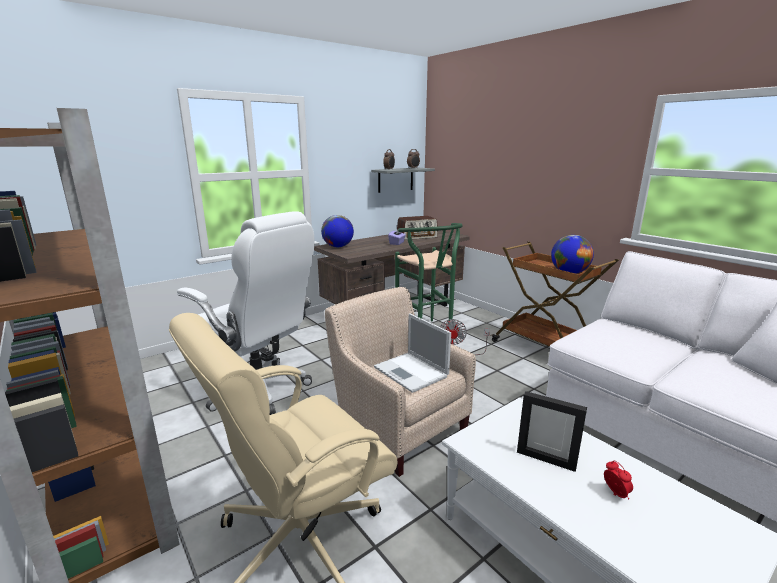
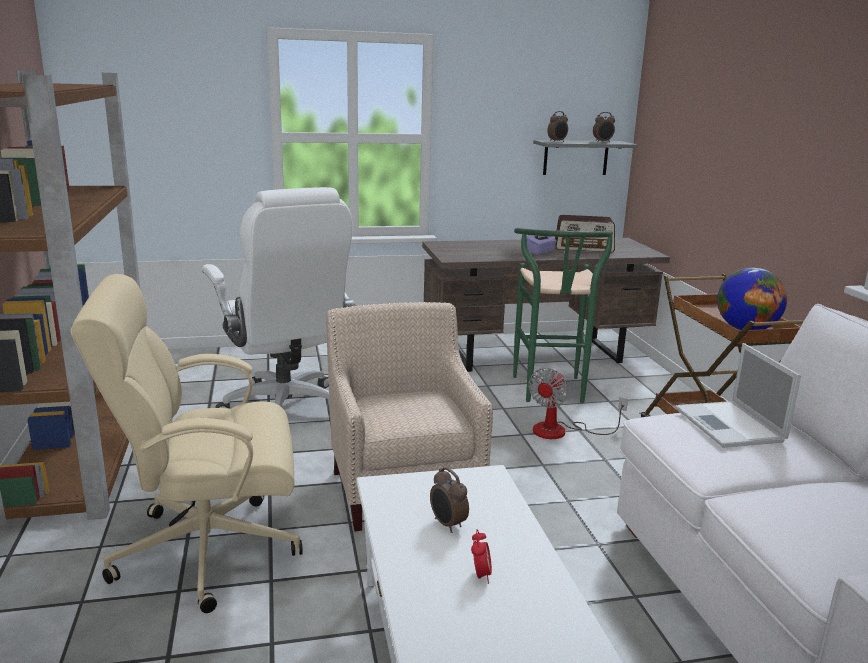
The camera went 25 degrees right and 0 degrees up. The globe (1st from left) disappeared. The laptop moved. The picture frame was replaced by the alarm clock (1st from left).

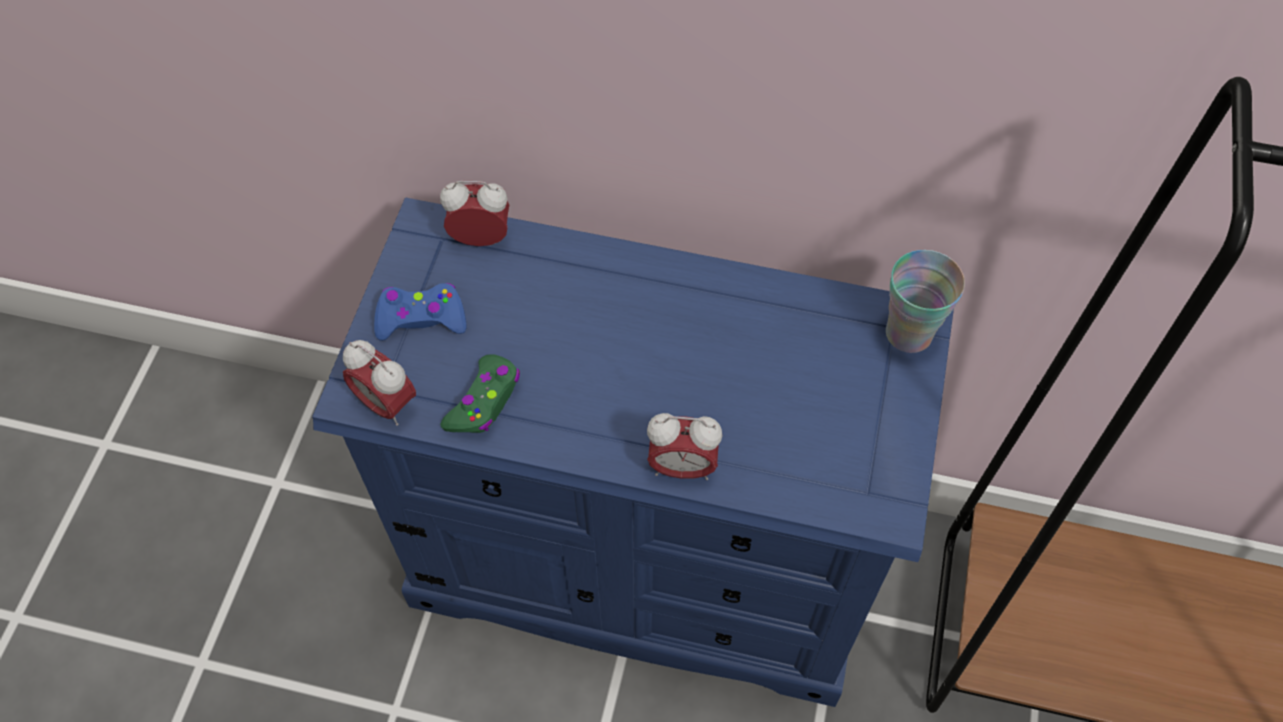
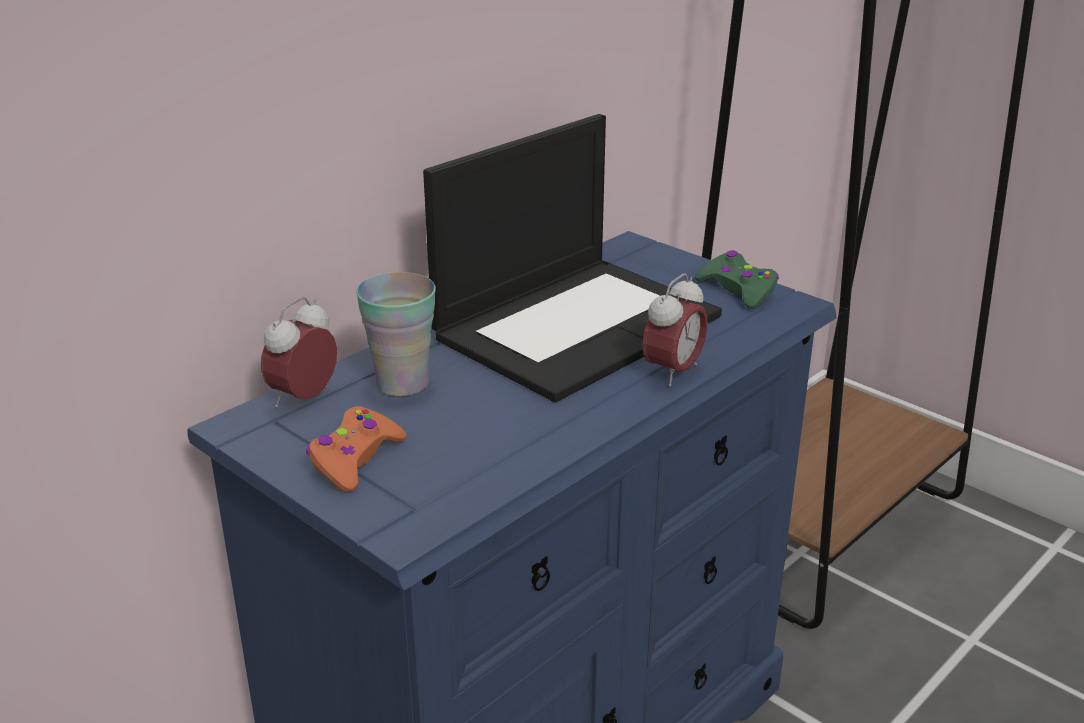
The camera went 60 degrees left and 30 degrees down. The alarm clock (1st from left) disappeared. The game controller/blue became the game controller/orange. The game controller/green moved. The cup moved. The laptop appeared.

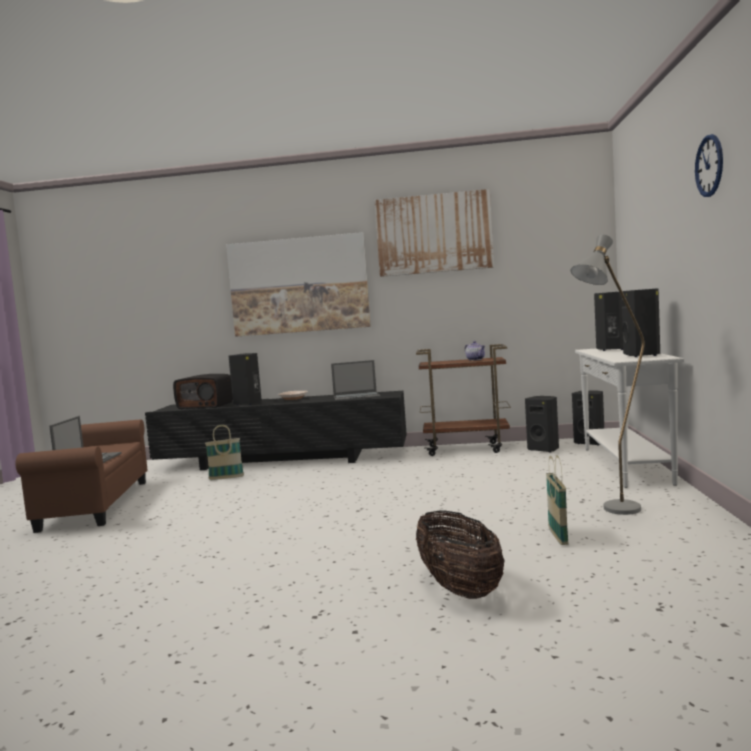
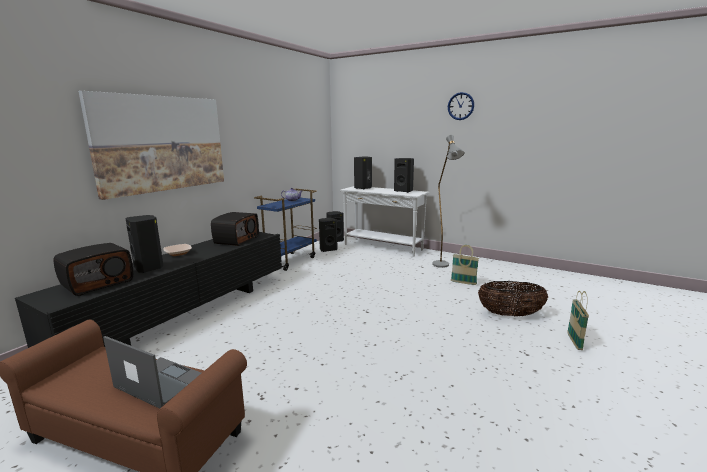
The camera went 65 degrees left and 10 degrees up. The basket (1st from left in the first image) moved. The laptop (2nd from left) was replaced by the radio (2nd from left). The picture (2nd from left) disappeared. The cart/brown became the cart/blue.

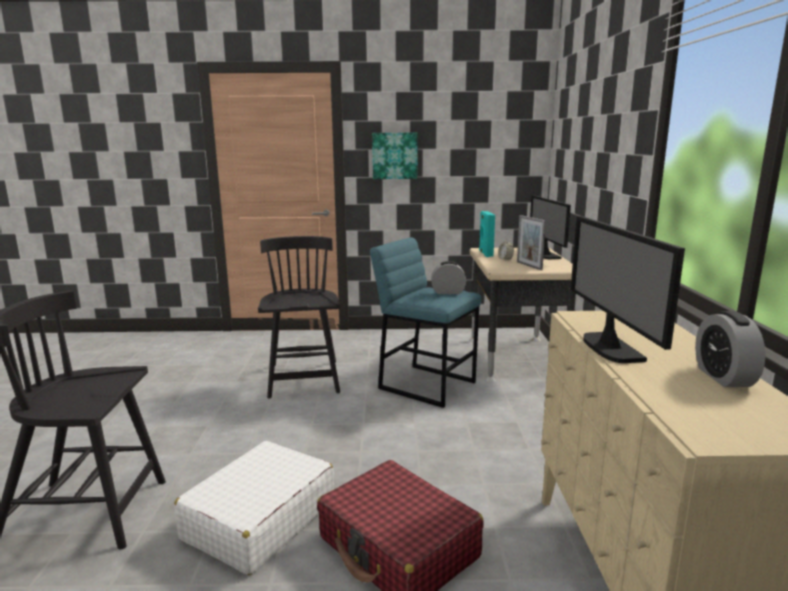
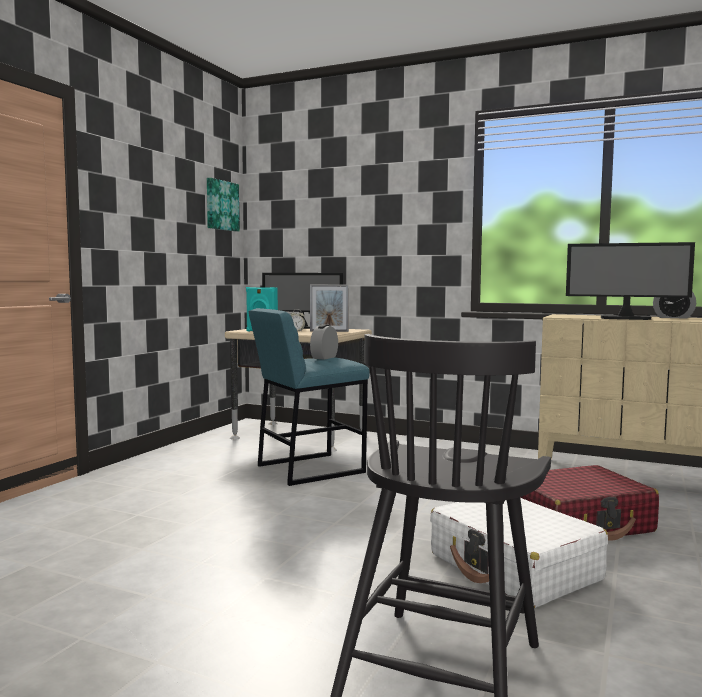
The camera went 65 degrees left and 10 degrees down. The chair/black (2nd from left) disappeared. The picture moved.

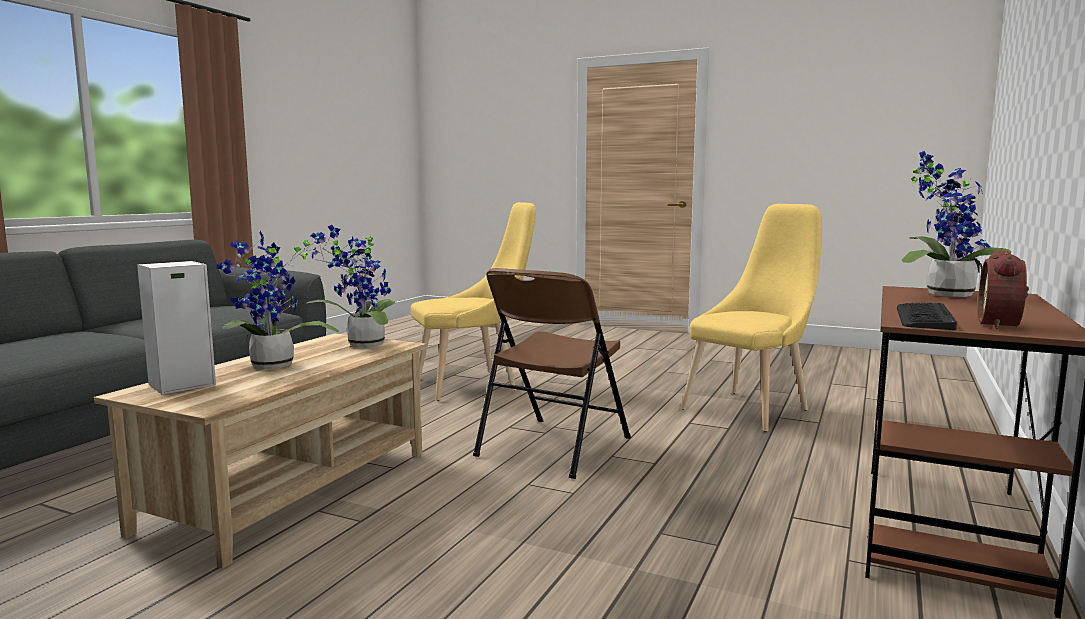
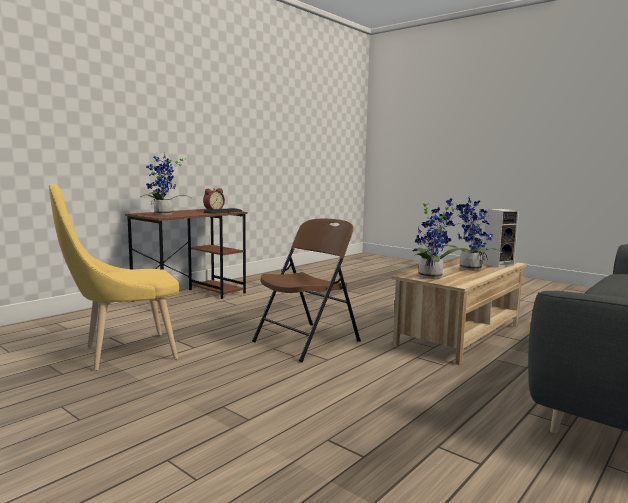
The camera went 165 degrees left and 0 degrees up. The chair/yellow (1st from left) disappeared.

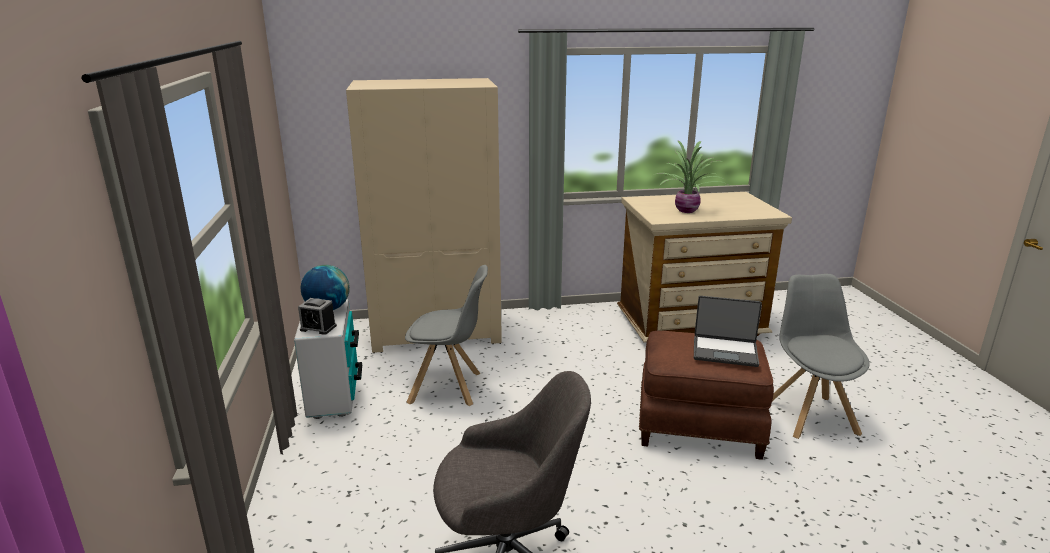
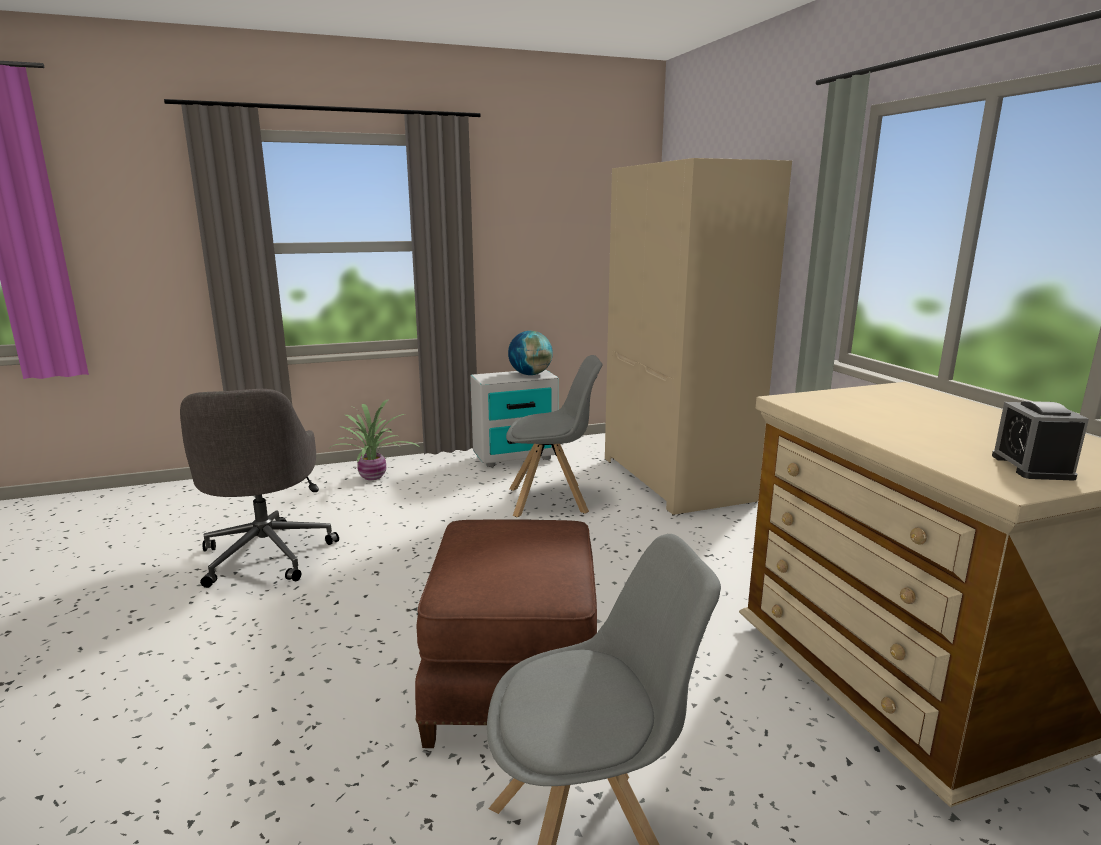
The camera went 80 degrees right and 5 degrees down. The alarm clock moved. The chair/grey (1st from left) turned 90 degrees counterclockwise. The potted plant moved. The laptop disappeared.

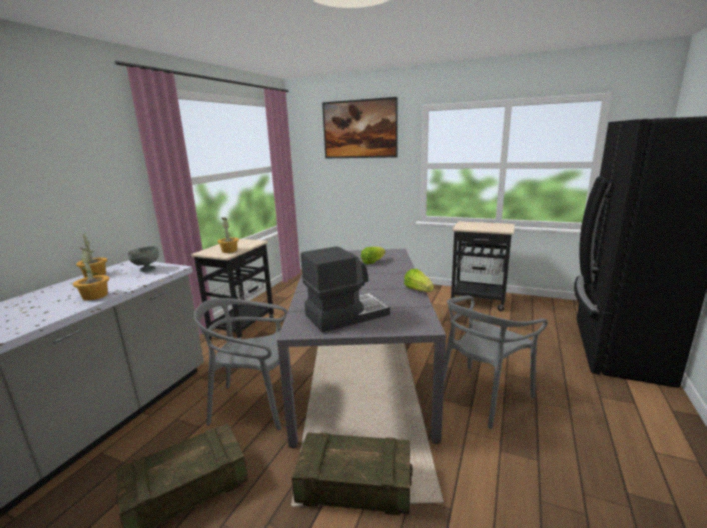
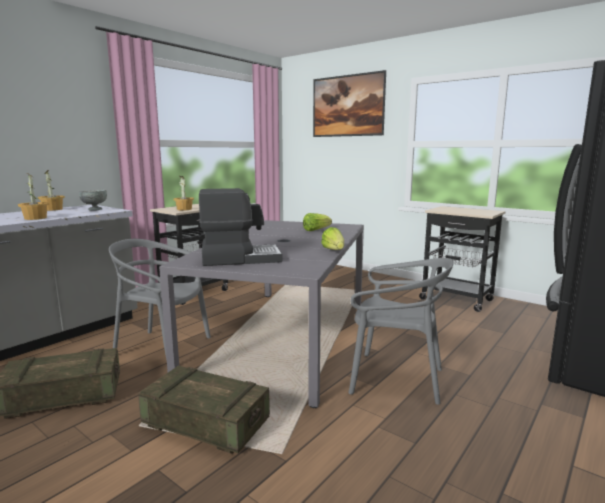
The camera went 15 degrees right and 5 degrees down. The chair/grey (2nd from left) turned 135 degrees counterclockwise.

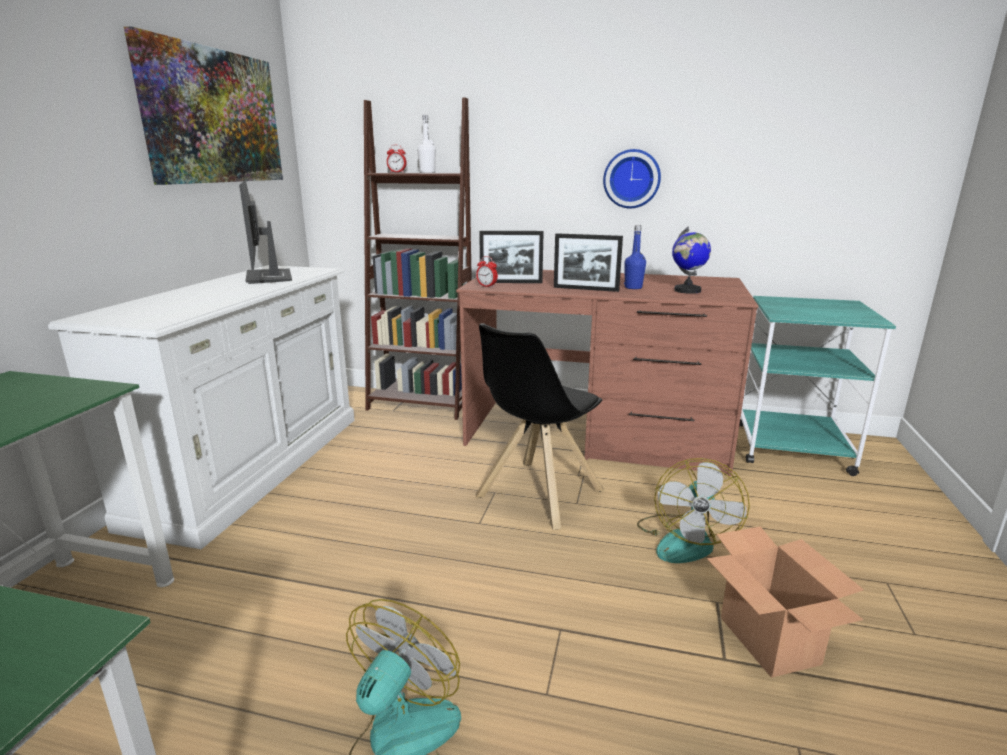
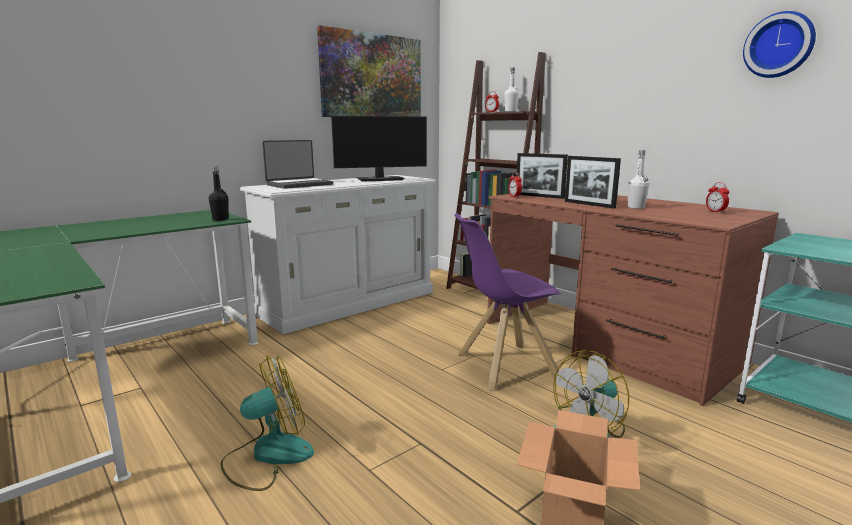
The camera went 35 degrees right and 5 degrees down. The monitor turned 120 degrees counterclockwise. The chair/black became the chair/purple. The wall clock moved. The bottle/blue became the bottle/white (2nd from left). The globe disappeared. The bottle/black appeared. The laptop appeared. The alarm clock (3rd from left) appeared.

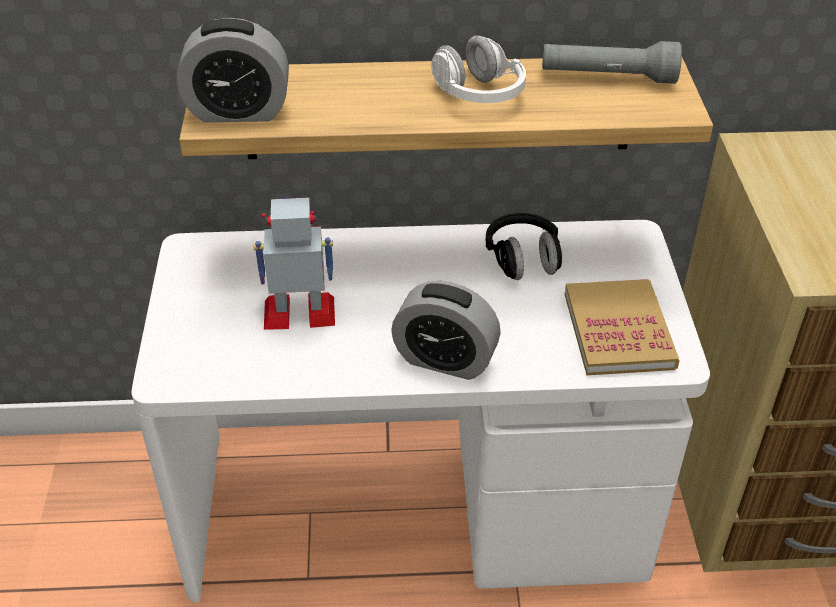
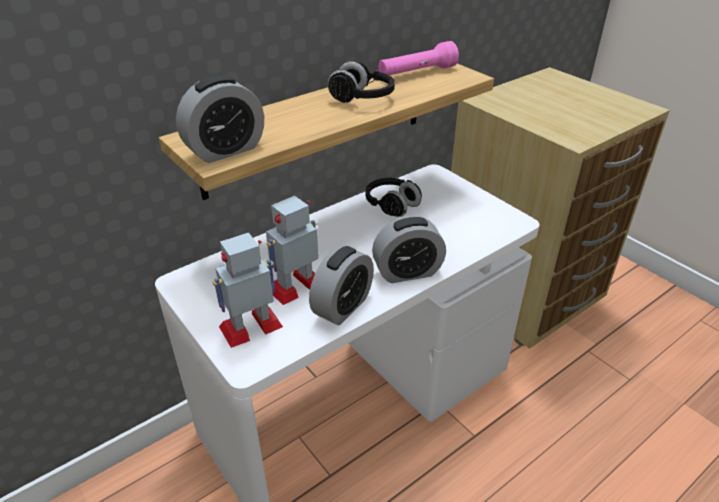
The camera went 35 degrees left and 5 degrees down. The headphones/white became the headphones/black (1st from left). The flashlight/grey became the flashlight/pink. The book disappeared. The toy robot (1st from left) appeared. The alarm clock (2nd from left) appeared.

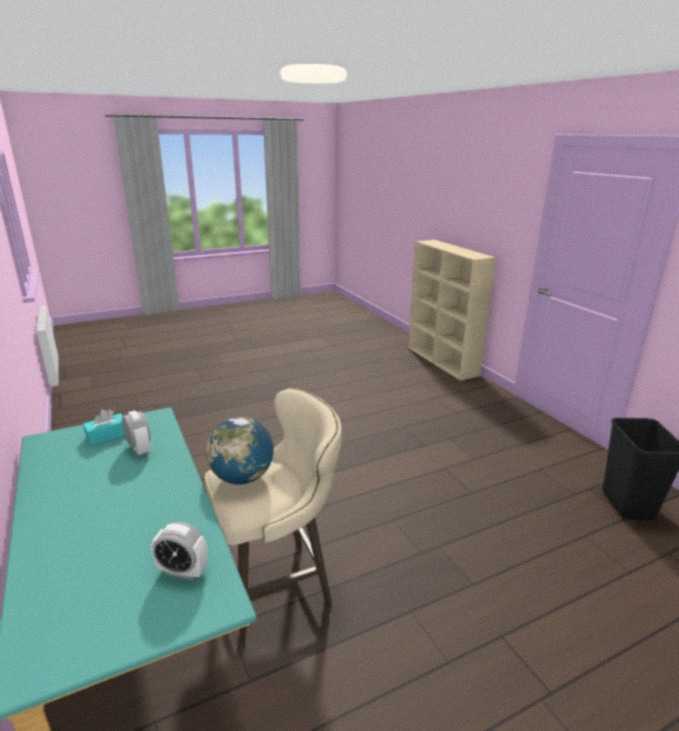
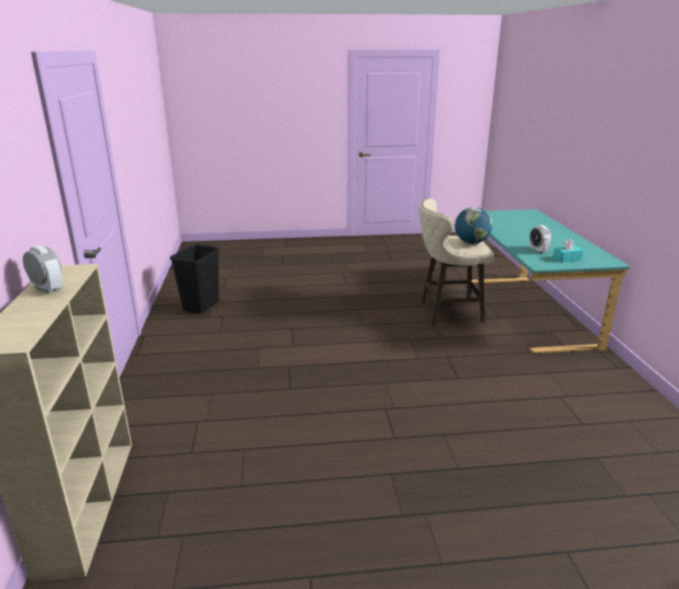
The camera went 160 degrees left and 0 degrees up. The alarm clock (2nd from left in the first image) moved.

